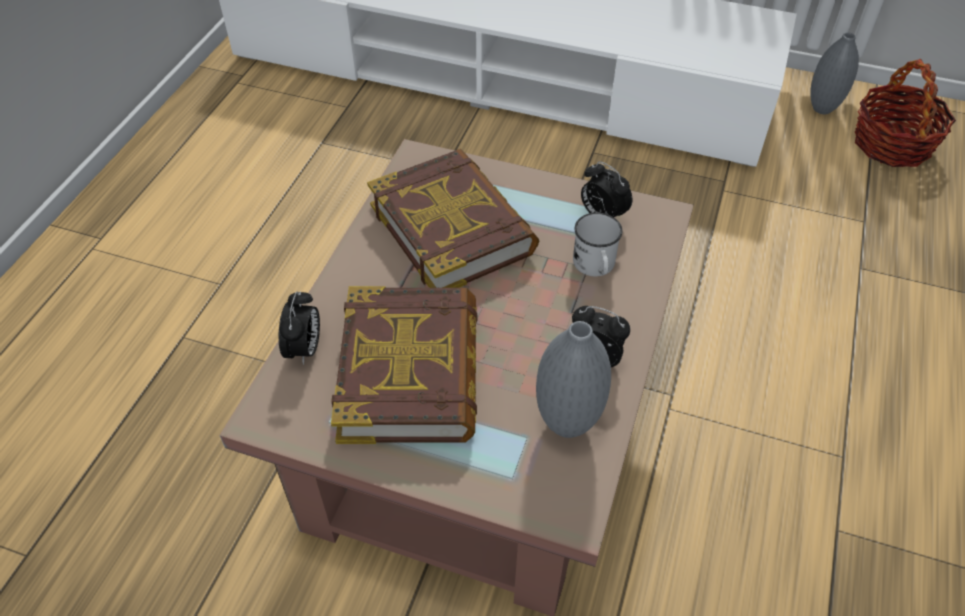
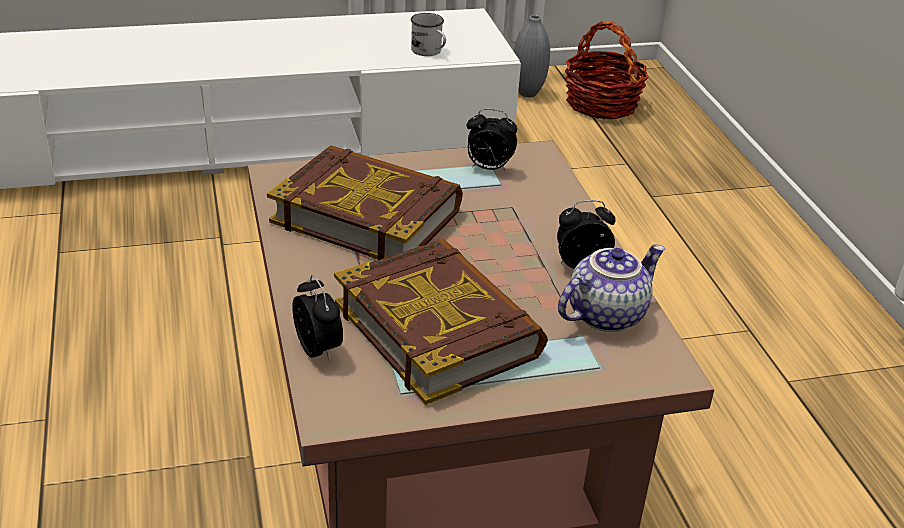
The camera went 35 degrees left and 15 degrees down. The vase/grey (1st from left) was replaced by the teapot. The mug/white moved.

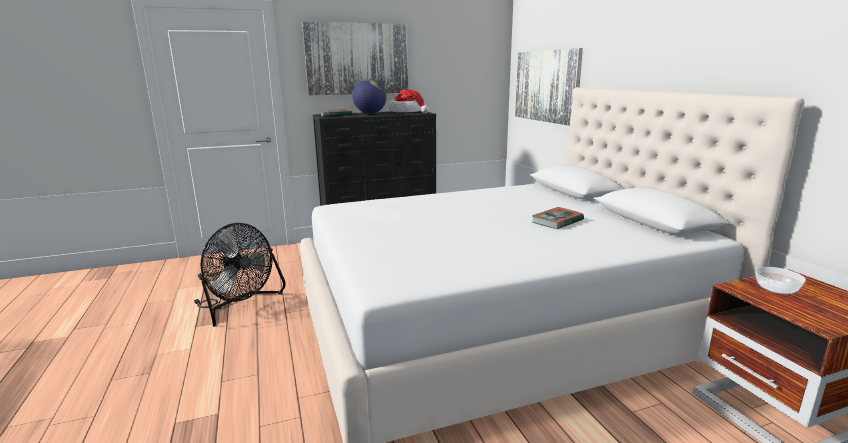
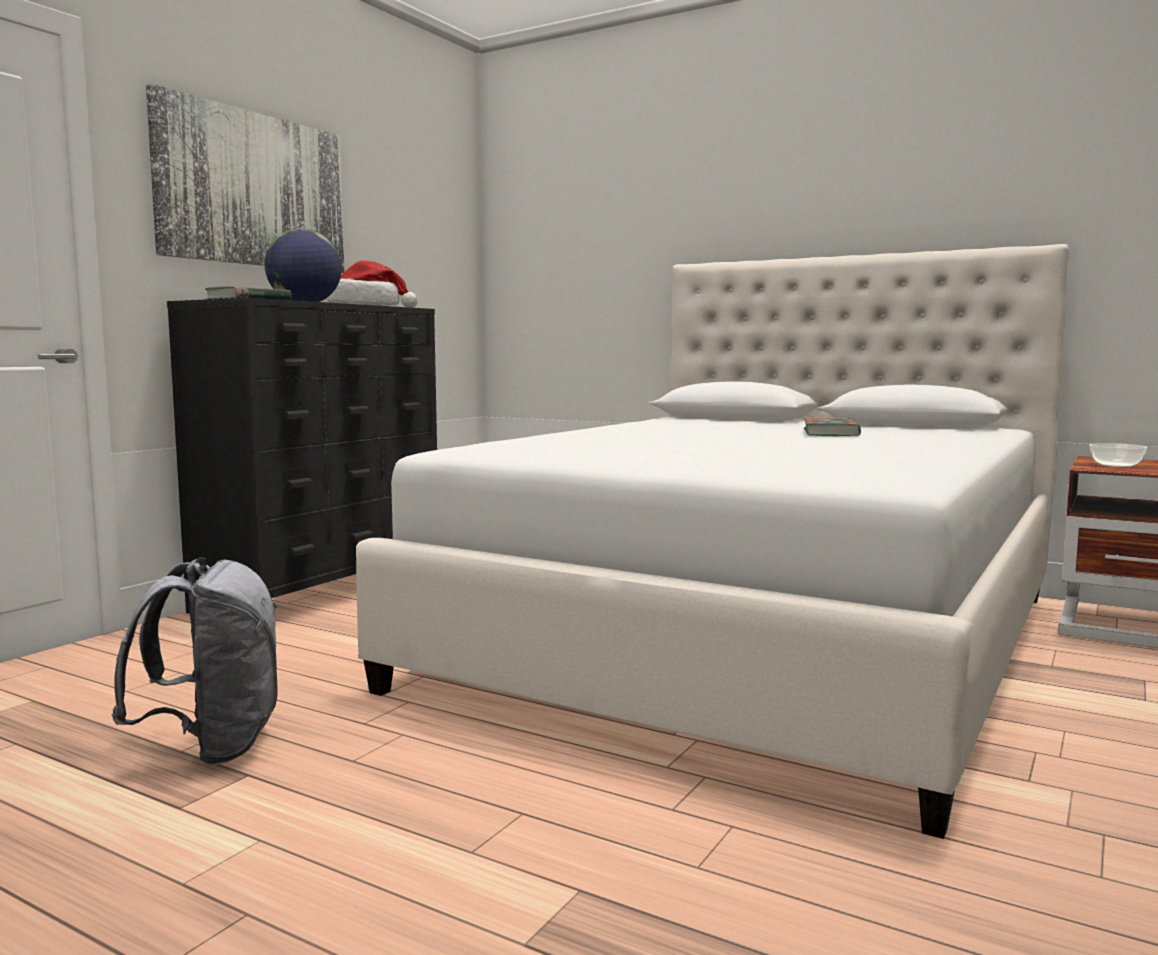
The camera went 40 degrees left and 10 degrees down. The fan/black was replaced by the backpack/grey. The picture (2nd from left) disappeared.

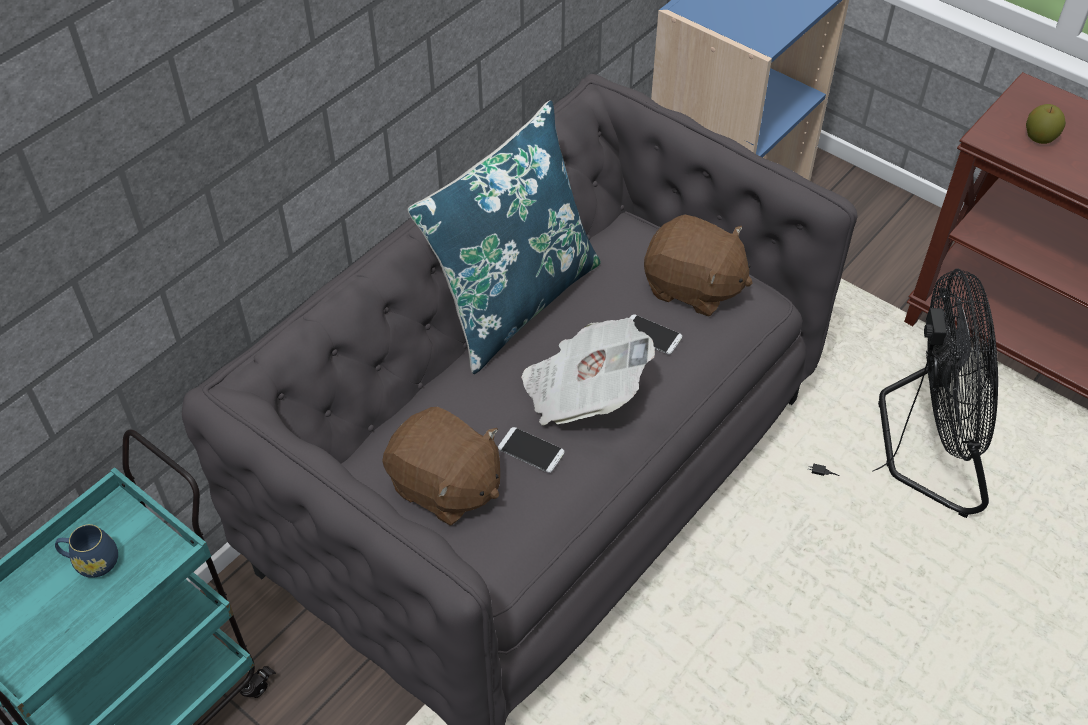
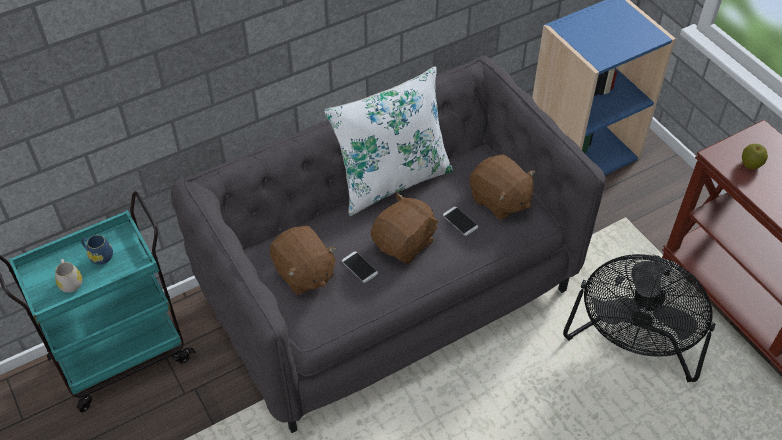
The camera went 20 degrees right and 0 degrees up. The pillow/blue became the pillow/white. The newspaper was replaced by the plush toy/brown (2nd from left). The fan/black turned 90 degrees clockwise. The mug/white appeared.

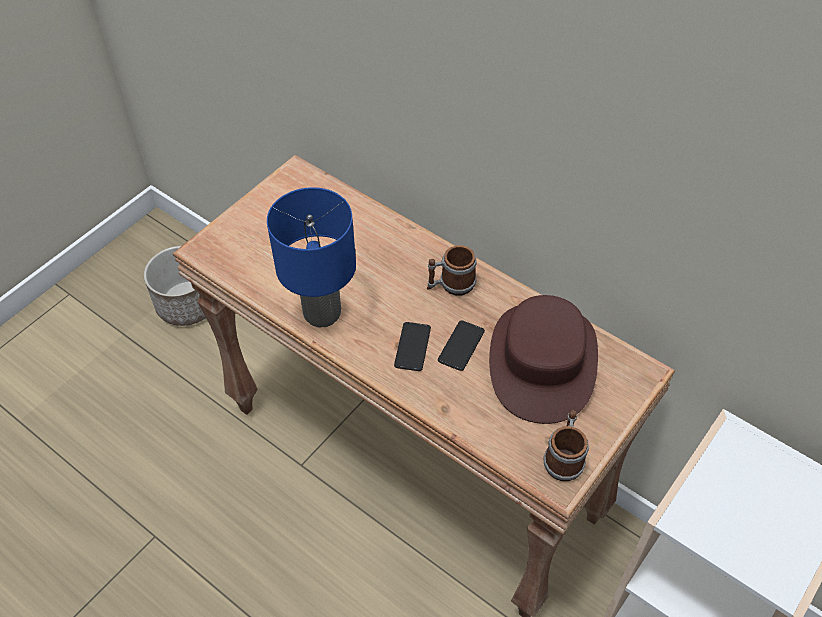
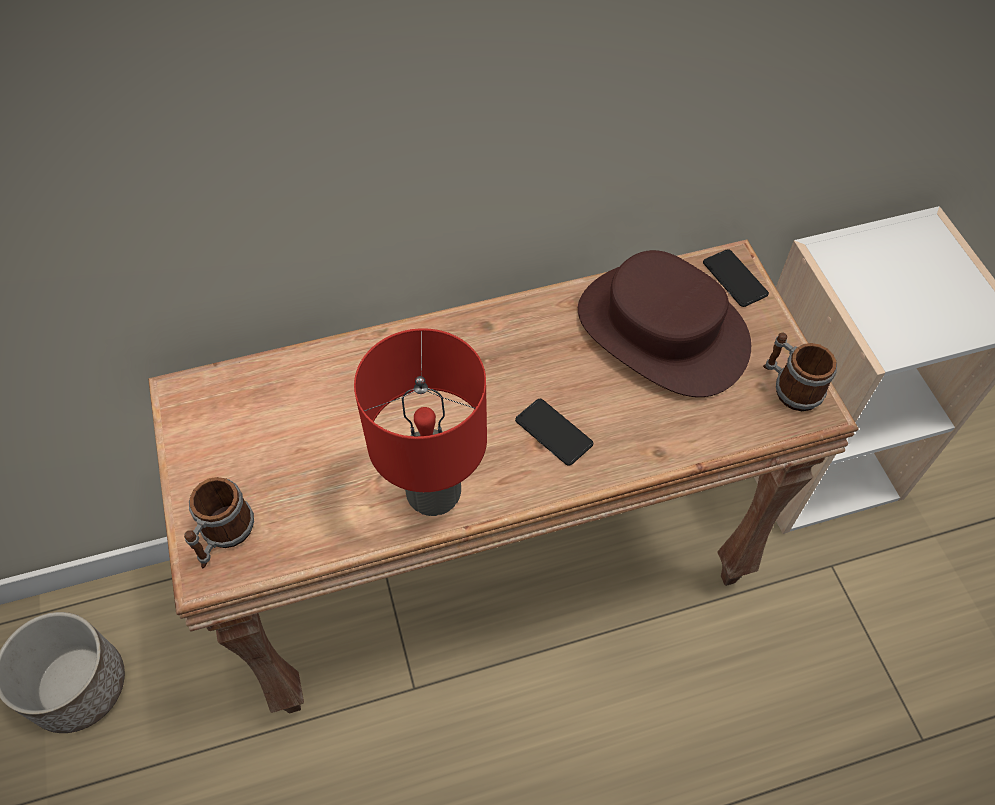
The camera went 55 degrees left and 5 degrees up. The table lamp/blue became the table lamp/red. The mug (1st from left) moved. The phone (2nd from left) moved.

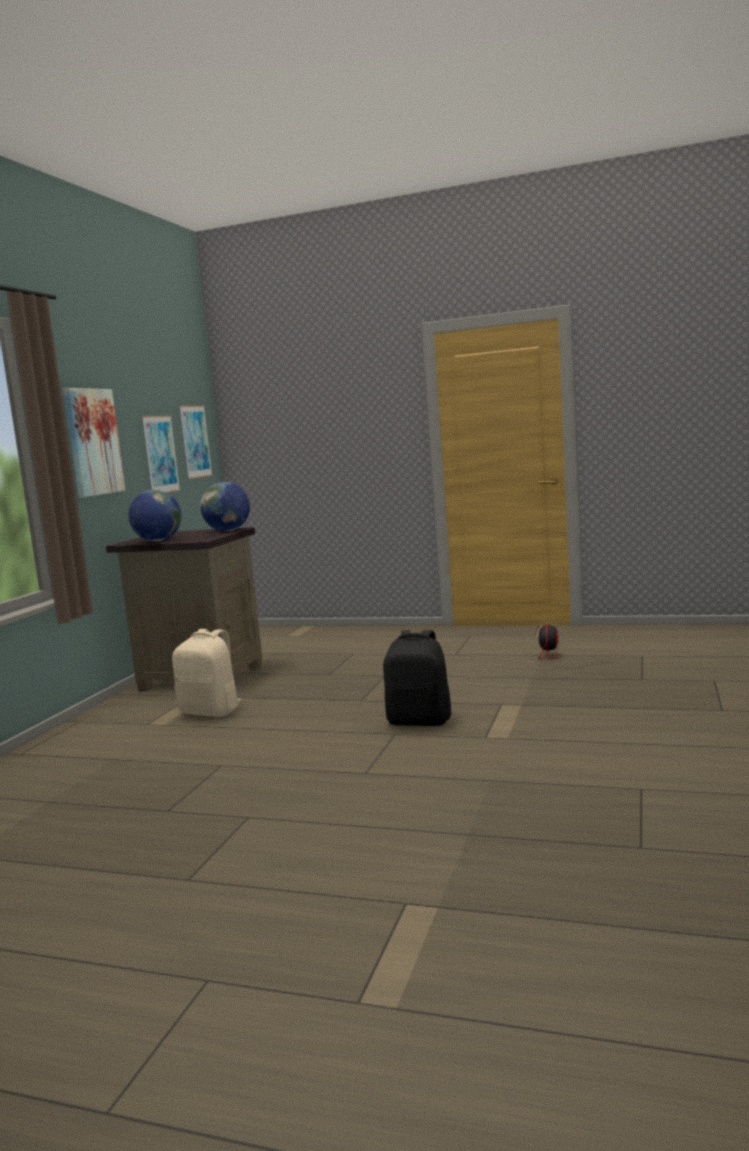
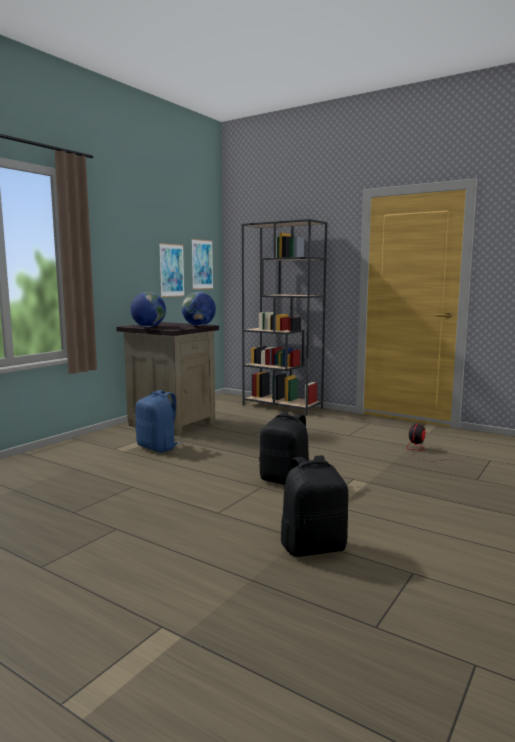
The camera went 15 degrees right and 0 degrees up. The picture (1st from left) disappeared. The backpack/beige became the backpack/blue. The bookcase appeared. The backpack/black (2nd from left) appeared.

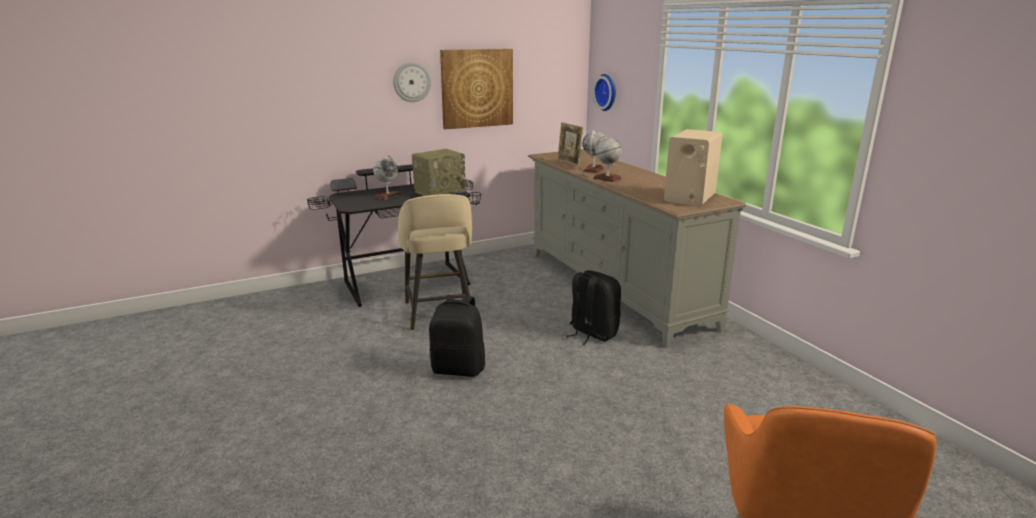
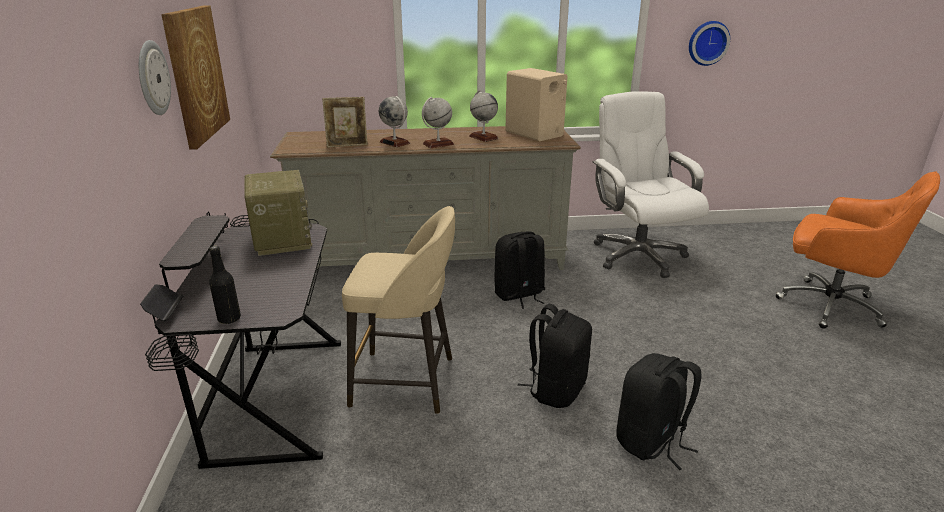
The camera went 70 degrees left and 5 degrees up. The globe (1st from left in the first image) moved. The wall clock (2nd from left) moved. The bottle/black appeared. The office chair/white appeared. The backpack/black (3rd from left) appeared.

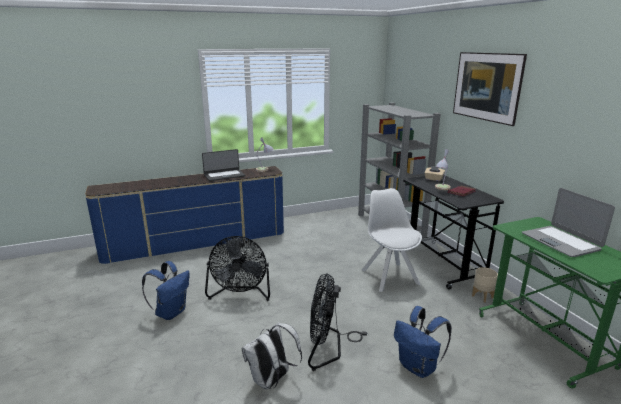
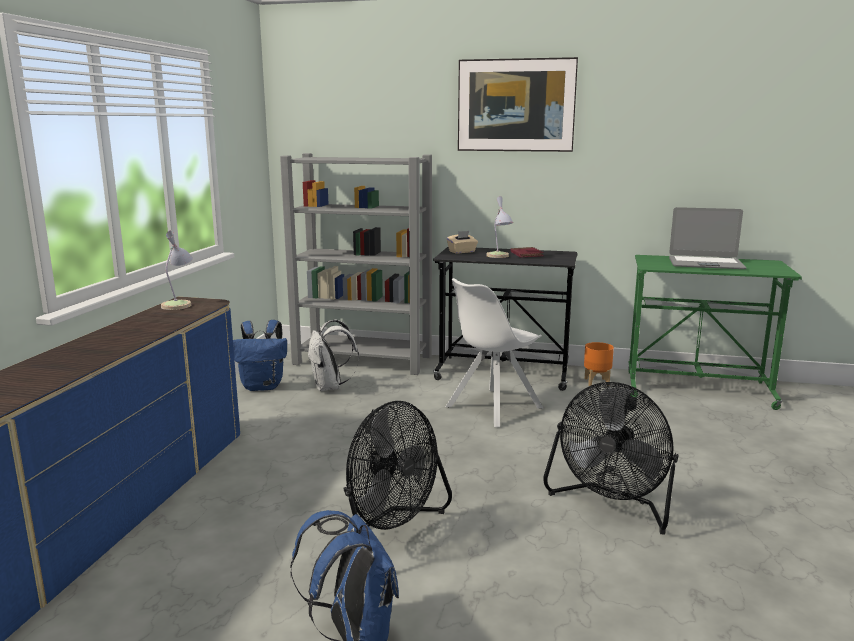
The camera went 55 degrees left and 5 degrees down. The laptop (1st from left) disappeared. The backpack/white moved. The chair/white turned 60 degrees counterclockwise. The backpack/blue (2nd from left in the first image) moved. The planter/beige became the planter/orange.

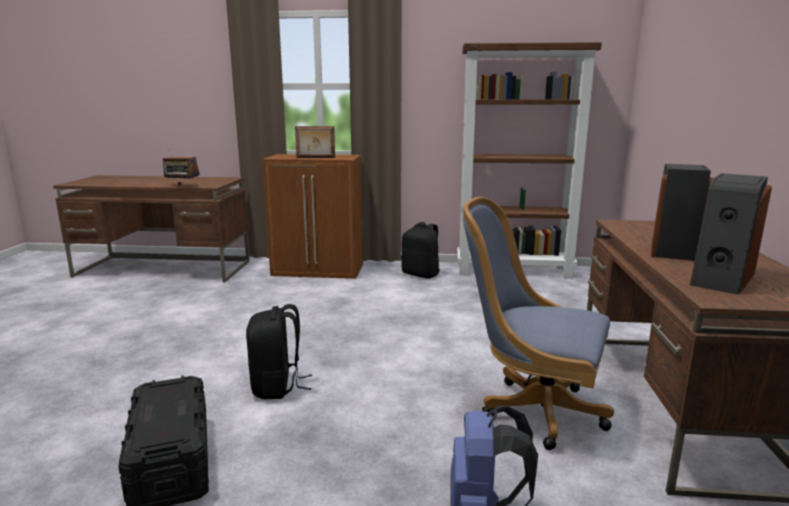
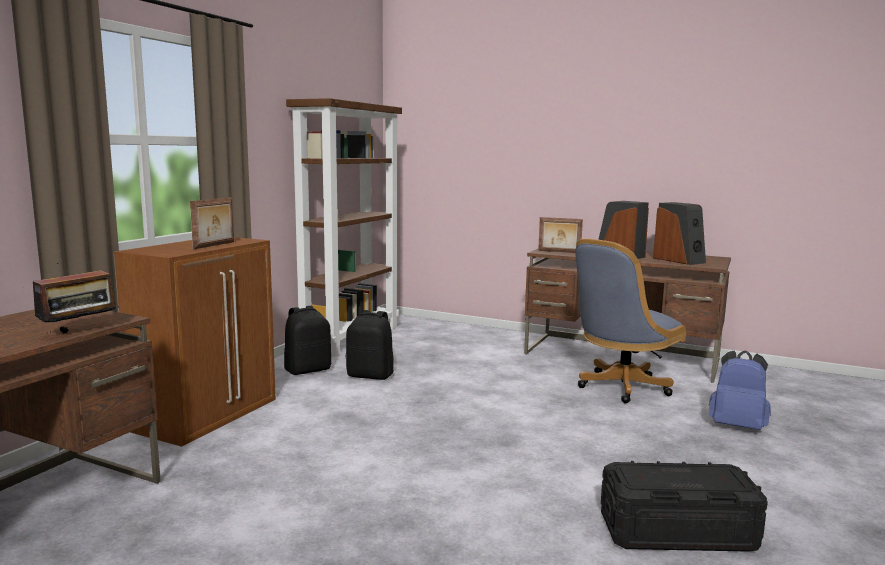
The camera went 70 degrees left and 5 degrees down. The backpack/black (1st from left in the first image) moved. The picture frame (2nd from left) appeared.

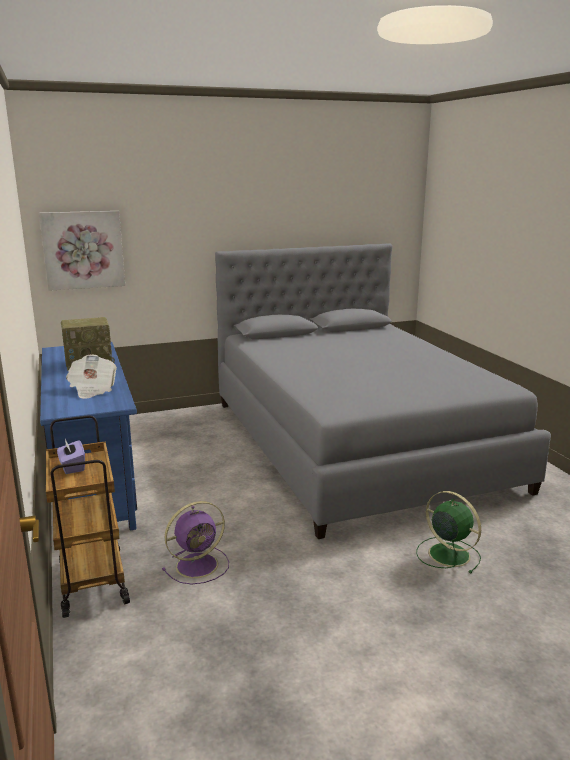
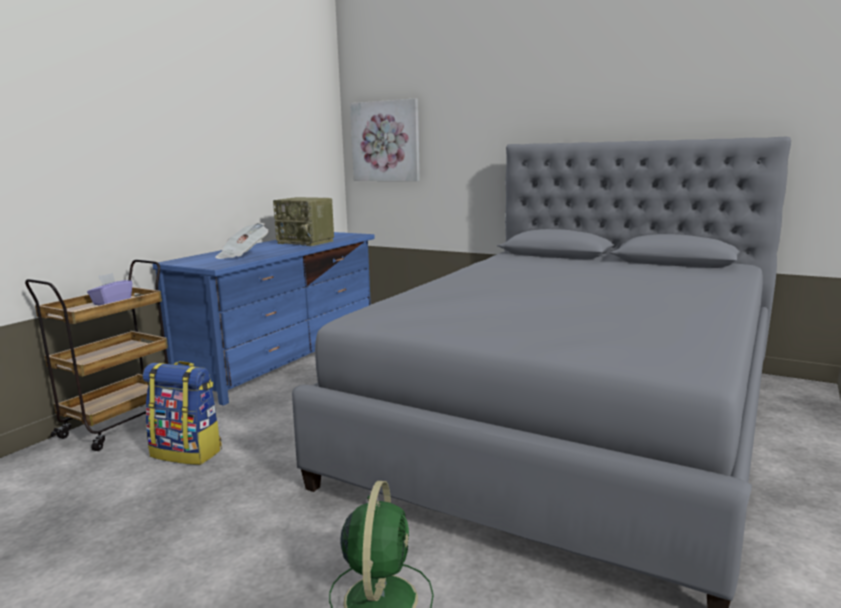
The camera went 50 degrees right and 5 degrees down. The fan/purple was replaced by the backpack.

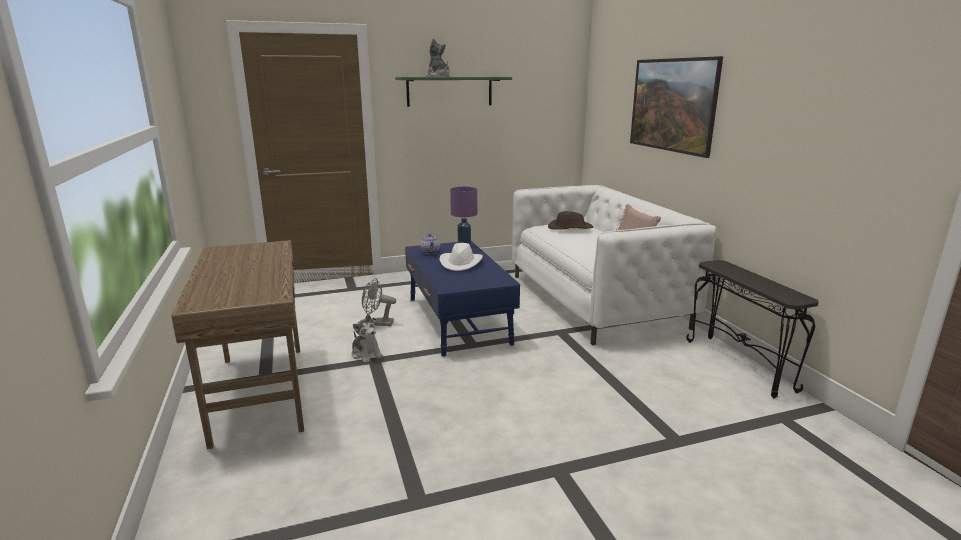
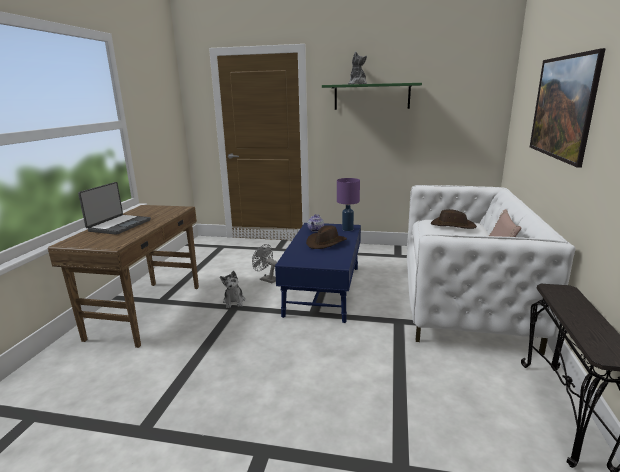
The camera went 30 degrees right and 0 degrees up. The hat/white became the hat/brown (1st from left). The laptop appeared.

